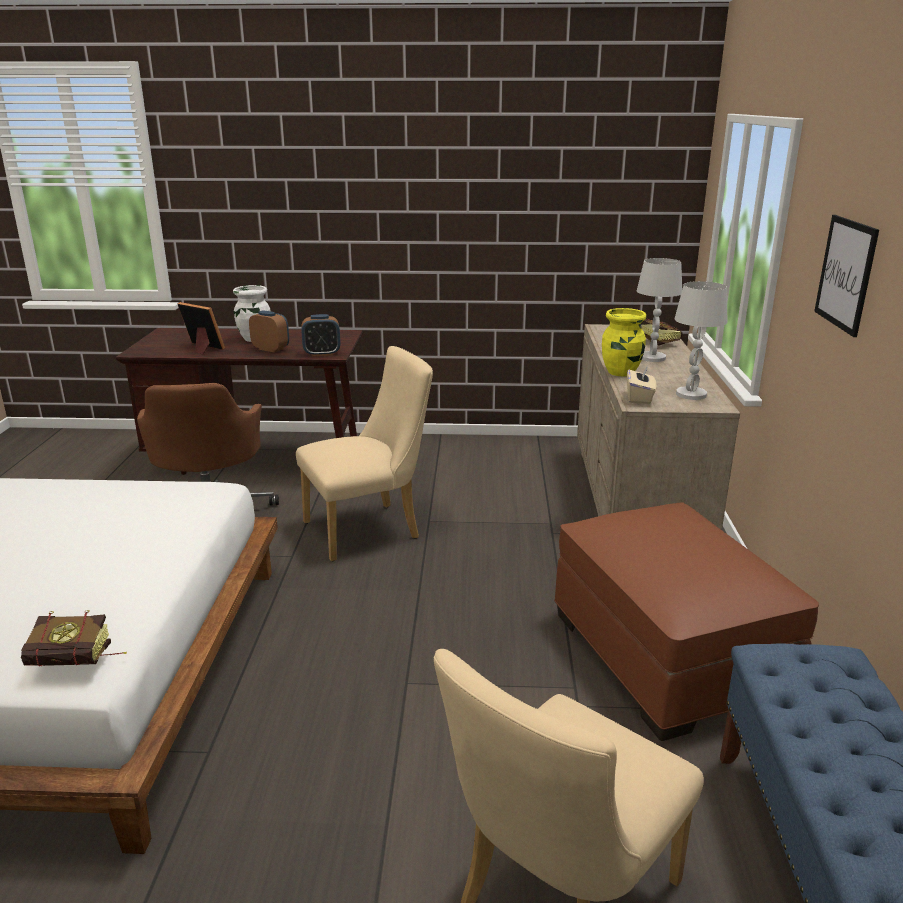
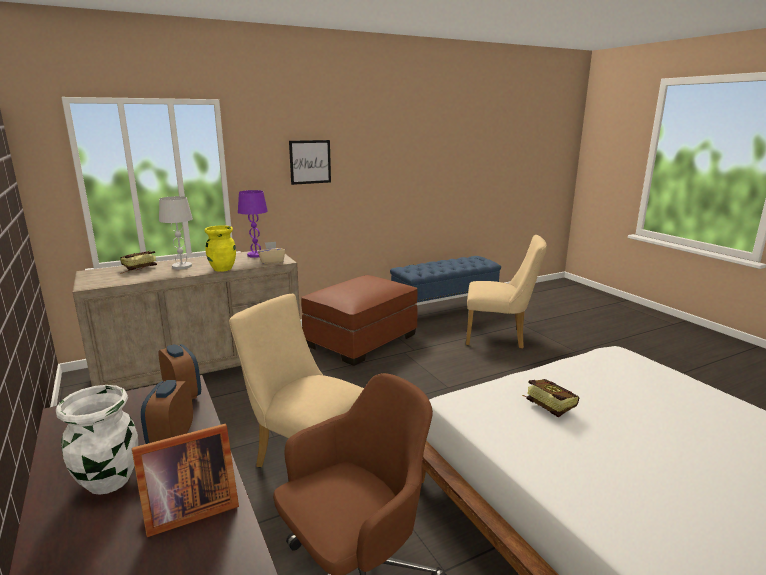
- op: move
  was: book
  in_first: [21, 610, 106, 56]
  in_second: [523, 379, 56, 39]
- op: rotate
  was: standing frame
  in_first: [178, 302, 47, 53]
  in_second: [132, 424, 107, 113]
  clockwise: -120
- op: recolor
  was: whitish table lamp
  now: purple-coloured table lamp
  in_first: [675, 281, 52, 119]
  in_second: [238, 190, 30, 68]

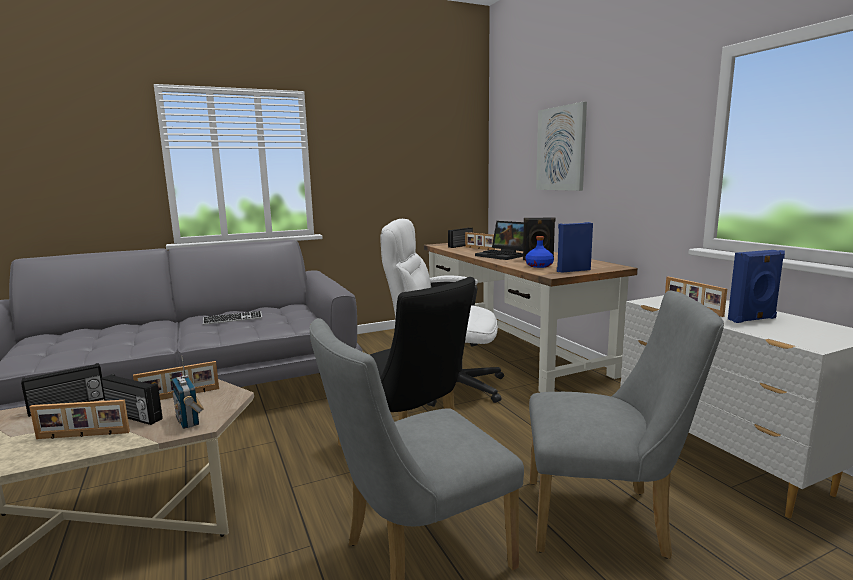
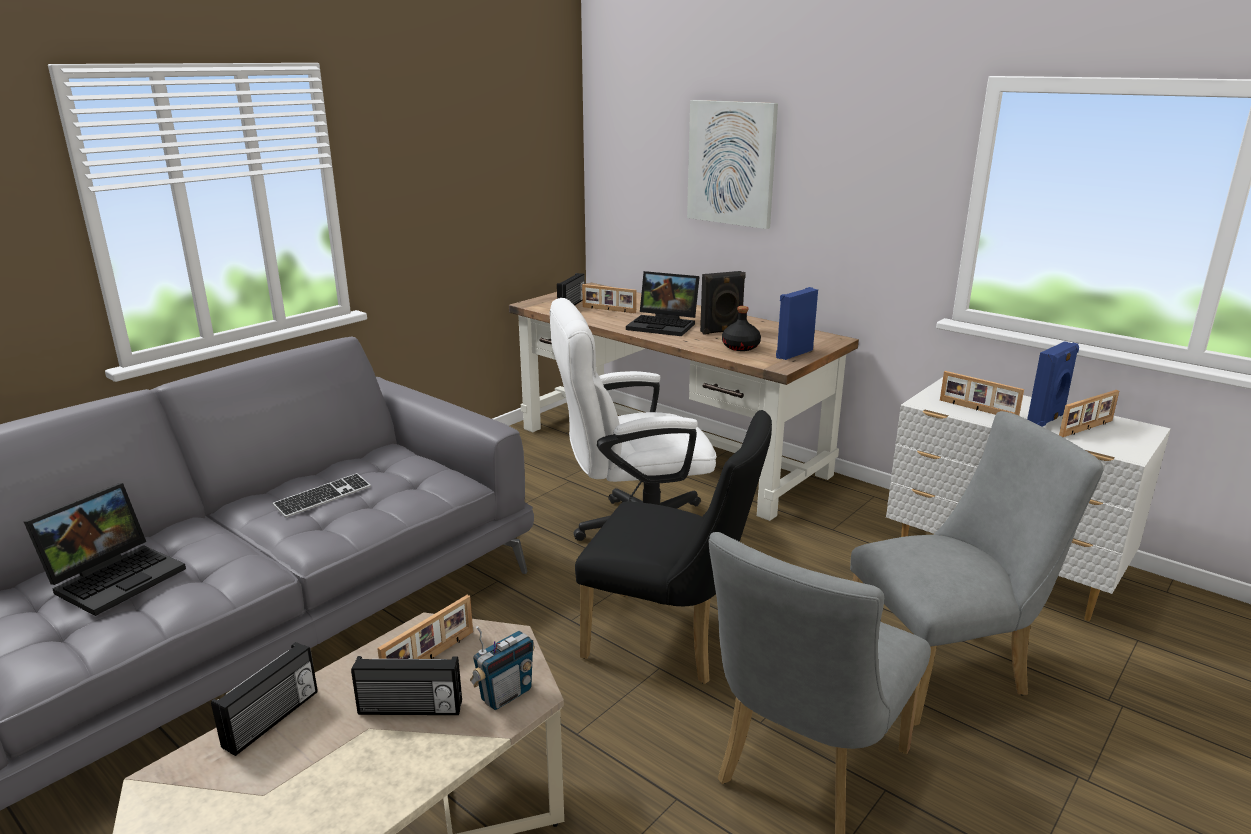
- op: move
  was: standing frame
  in_first: [30, 400, 100, 39]
  in_second: [1059, 390, 60, 47]
- op: rotate
  was: radio
  in_first: [172, 355, 32, 74]
  in_second: [470, 626, 65, 84]
  clockwise: -75
- op: recolor
  was: blue-coloured beverage bottle
  now: black-coloured beverage bottle
  in_first: [525, 236, 29, 32]
  in_second: [722, 306, 39, 45]
- op: insert
  now: laptop
  in_second: [24, 483, 162, 133]

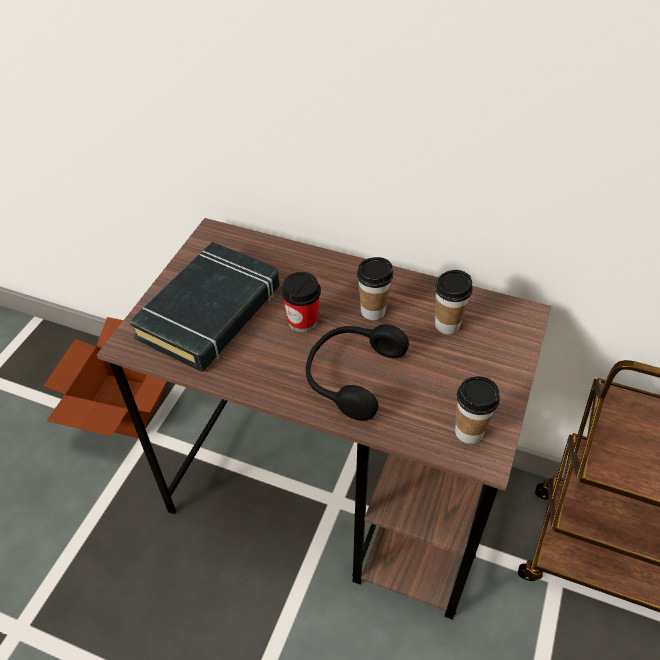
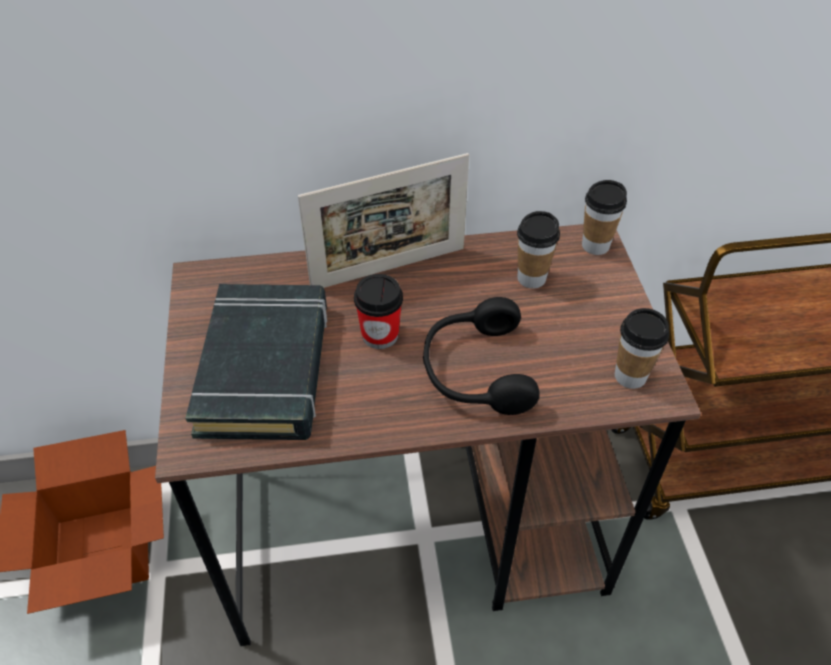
- op: move
  was: drinking cup
  in_first: [357, 257, 36, 63]
  in_second: [582, 180, 45, 75]
- op: insert
  now: standing frame
  in_second: [298, 153, 171, 135]

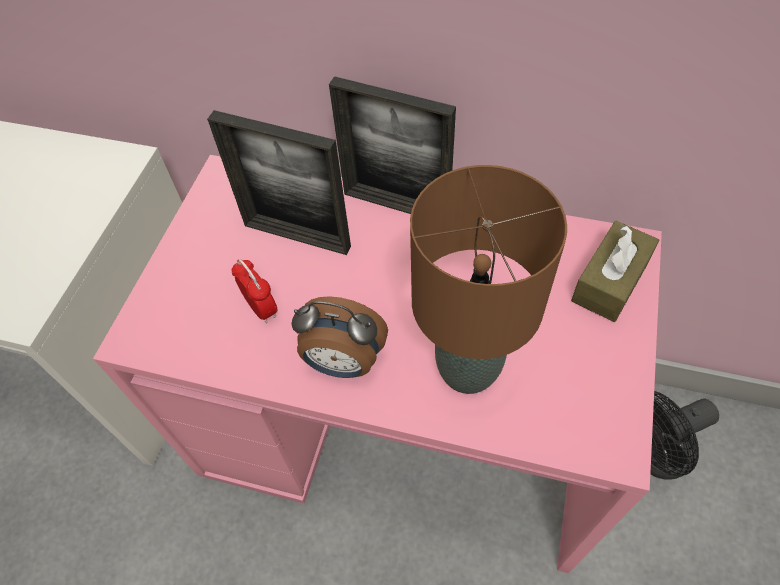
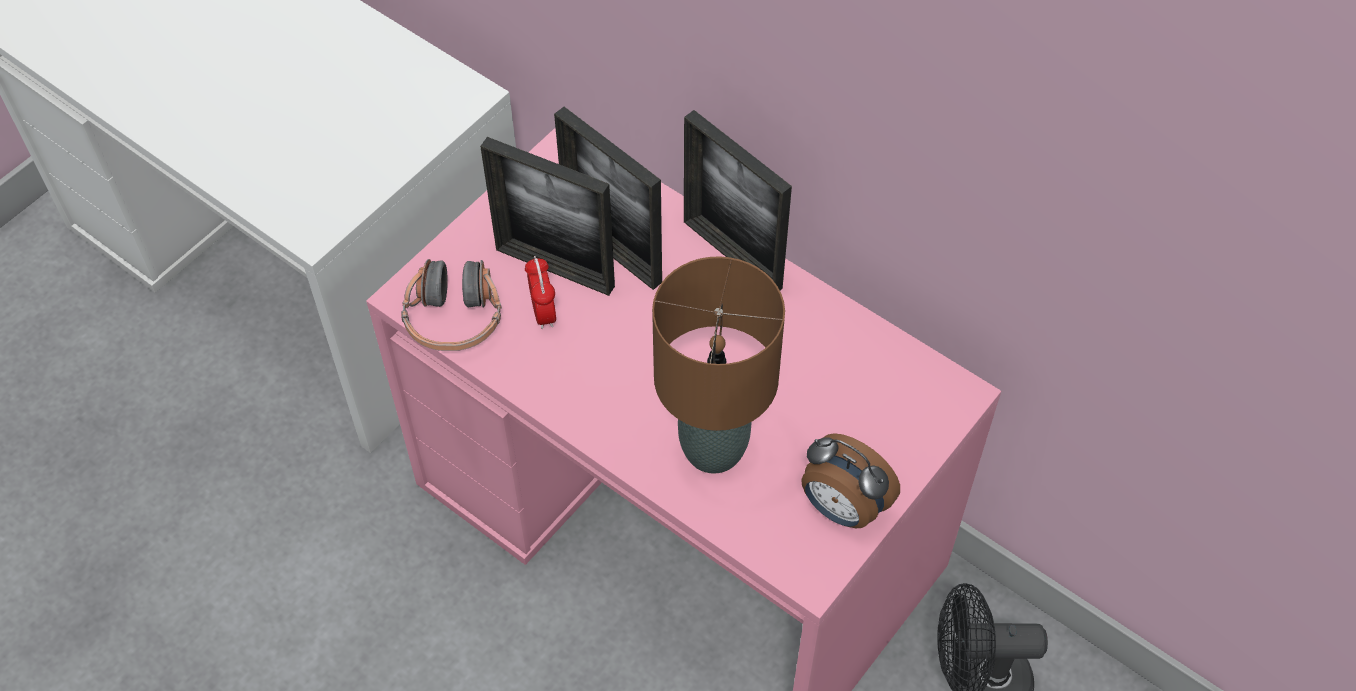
- op: move
  was: bedside clock
  in_first: [291, 296, 97, 82]
  in_second: [801, 433, 99, 95]
- op: delete
  was: brown tissue box
  in_first: [571, 221, 89, 101]
- op: insert
  now: pair of headphones
  in_second: [401, 259, 101, 92]
- op: insert
  now: standing frame
  in_second: [480, 137, 135, 159]

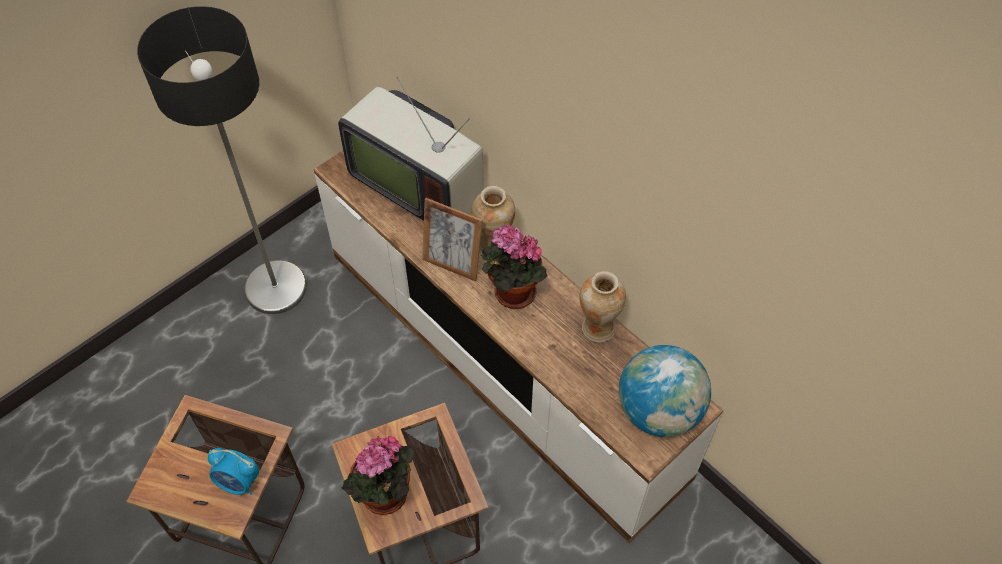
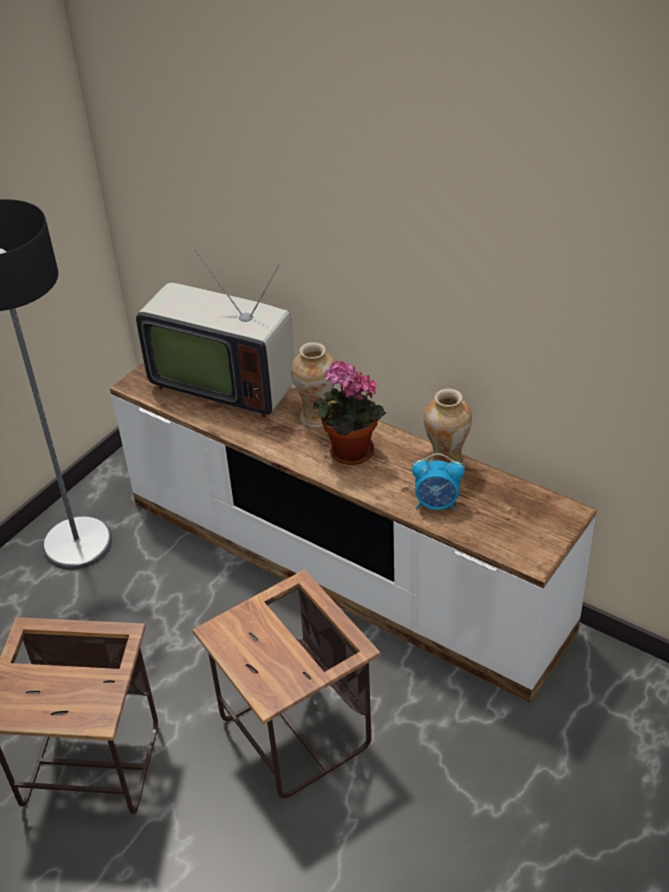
- op: move
  was: bedside clock
  in_first: [208, 448, 51, 47]
  in_second: [412, 453, 52, 58]
- op: delete
  was: plant in a pot
  in_first: [342, 436, 72, 79]
- op: delete
  was: standing frame
  in_first: [422, 198, 61, 83]
- op: delete
  was: desk globe
  in_first: [619, 345, 92, 92]

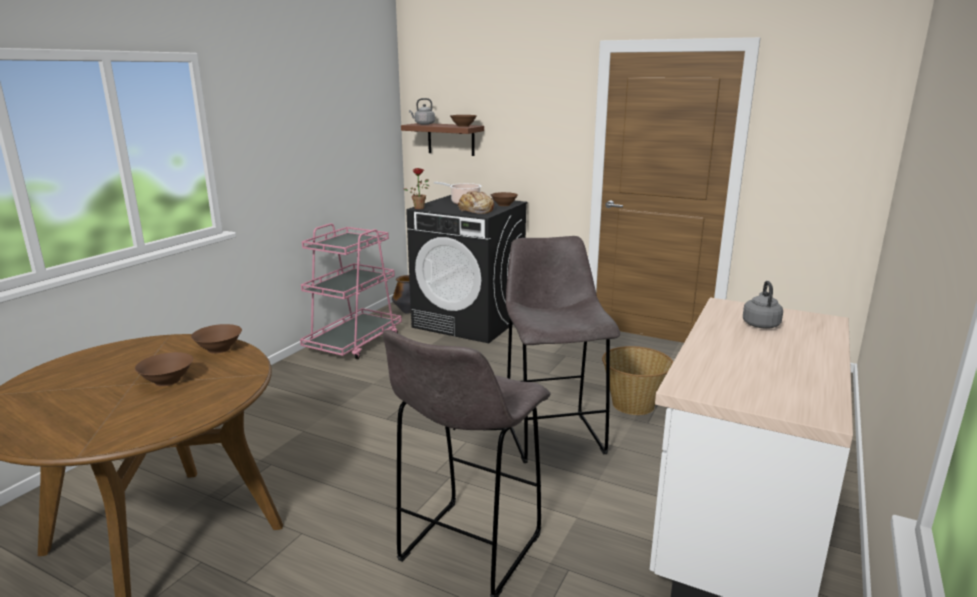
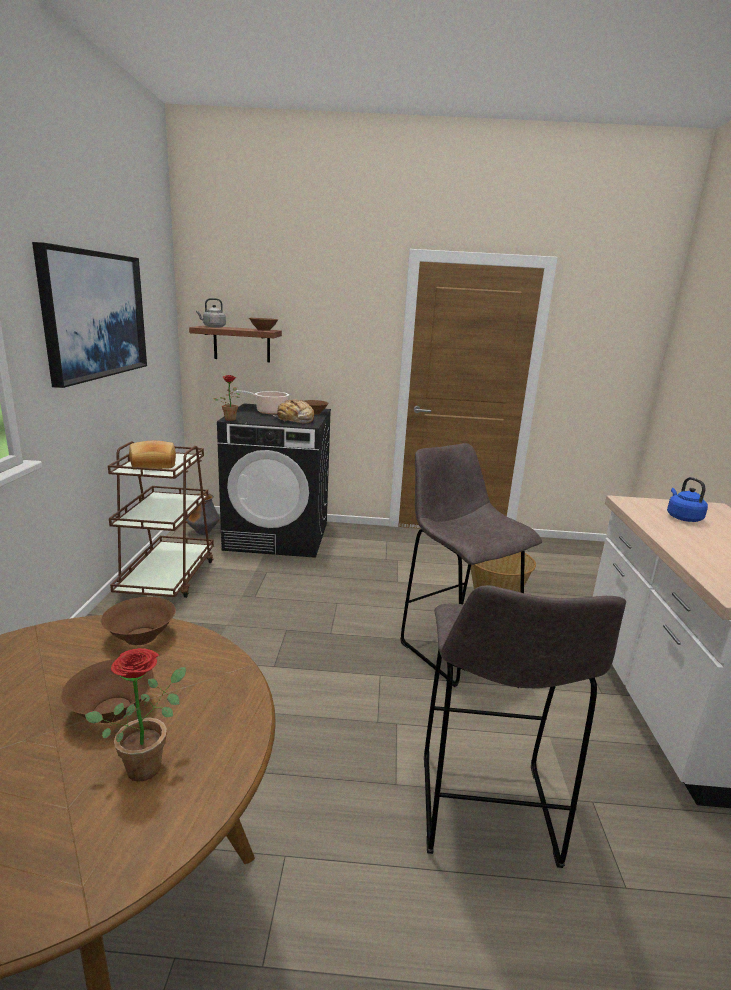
- op: recolor
  was: pinkish cart
  now: brown cart
  in_first: [300, 223, 102, 136]
  in_second: [108, 441, 106, 157]
- op: recolor
  was: greyish kettle
  now: blue-coloured kettle
  in_first: [743, 281, 40, 48]
  in_second: [667, 477, 41, 45]
- op: insert
  now: picture
  in_second: [32, 242, 115, 146]
- op: insert
  now: plant in a pot
  in_second: [85, 648, 101, 134]
- op: insert
  now: bakery bread
  in_second: [129, 441, 47, 28]

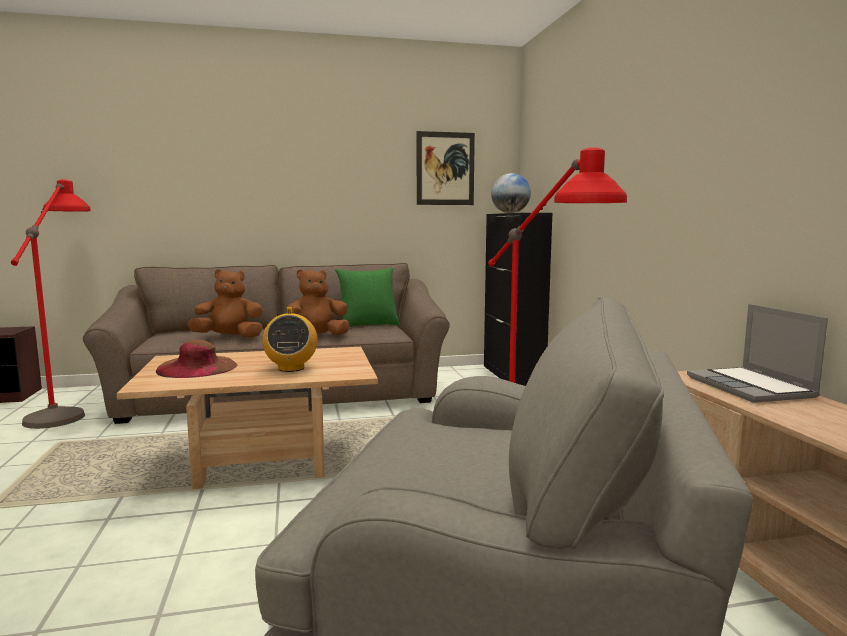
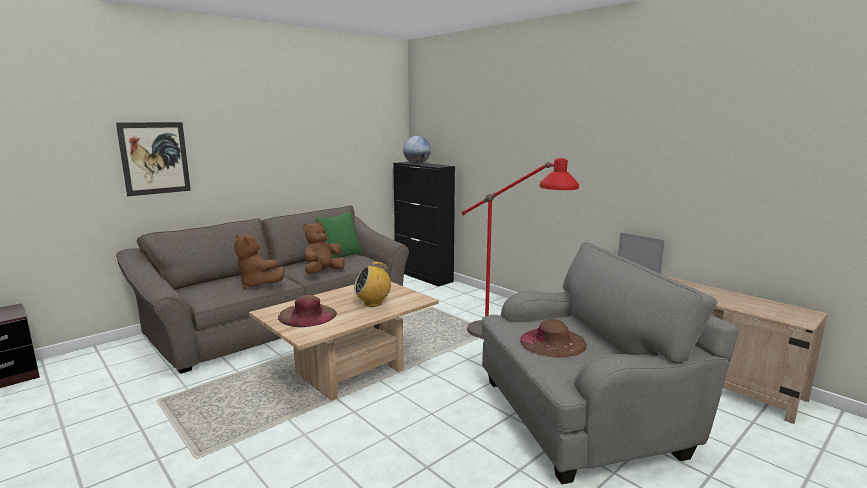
- op: delete
  was: red-coloured standing lamp
  in_first: [11, 180, 80, 249]
- op: rotate
  was: brown cuddly toy
  in_first: [187, 269, 76, 69]
  in_second: [235, 235, 49, 54]
  clockwise: -105
- op: rotate
  was: radio
  in_first: [262, 307, 56, 65]
  in_second: [354, 262, 37, 45]
  clockwise: 105
- op: move
  was: picture
  in_first: [417, 131, 58, 74]
  in_second: [116, 122, 75, 74]
- op: insert
  now: brown clothing hat
  in_second: [520, 319, 67, 39]

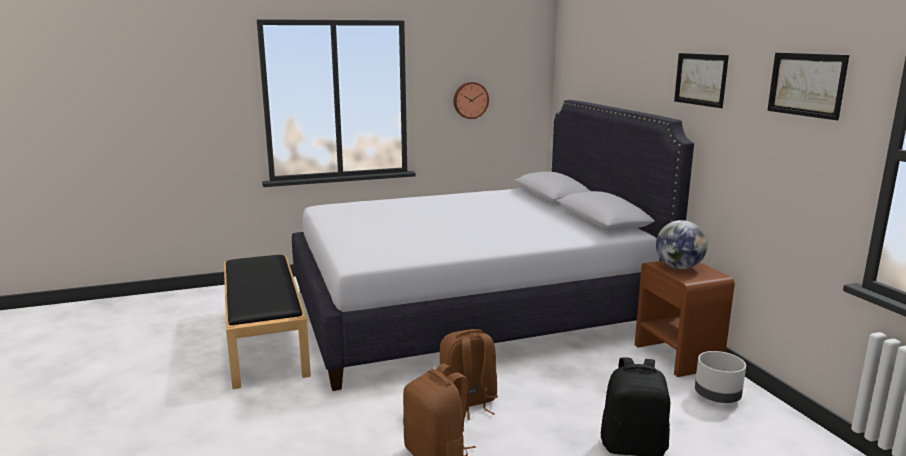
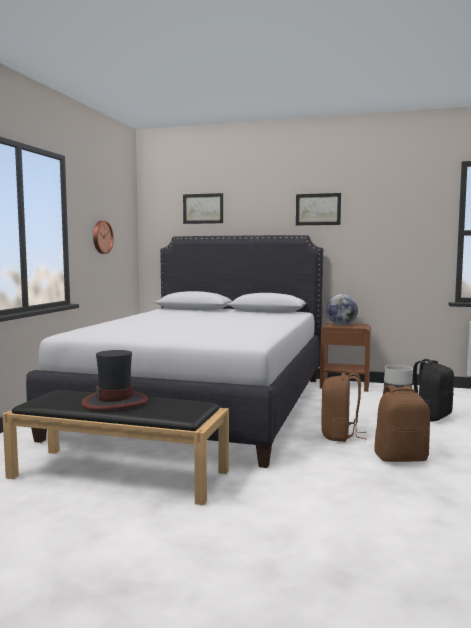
- op: move
  was: picture
  in_first: [767, 53, 82, 67]
  in_second: [183, 193, 40, 31]
- op: insert
  now: clothing hat
  in_second: [81, 350, 68, 60]

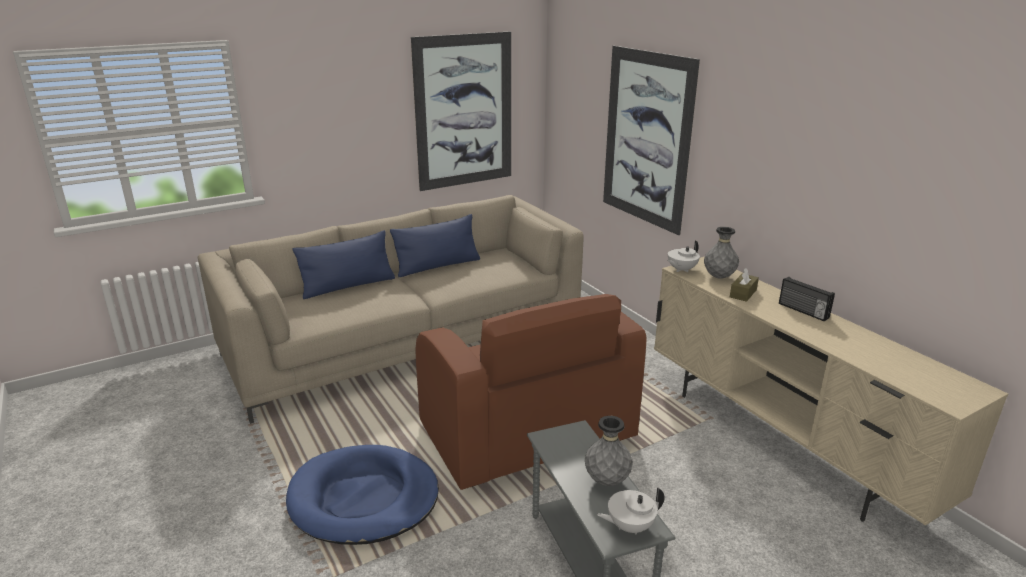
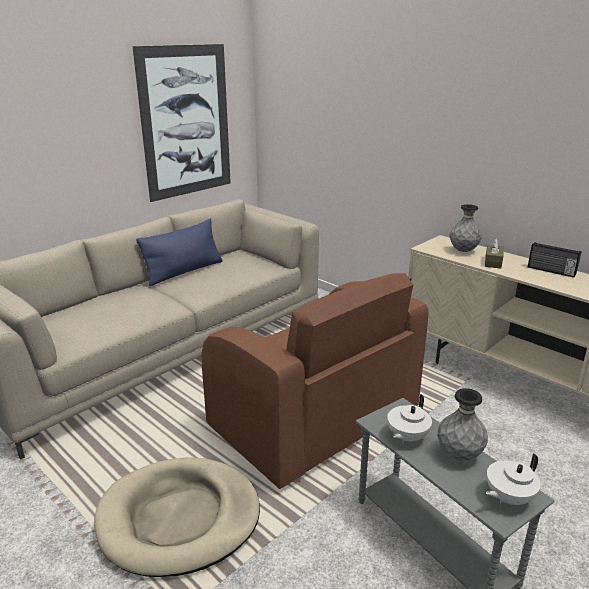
- op: recolor
  was: blue-coloured pet bed
  now: beige-coloured pet bed
  in_first: [286, 445, 153, 100]
  in_second: [94, 457, 166, 120]
- op: delete
  was: blue-coloured cushion
  in_first: [293, 230, 102, 69]
- op: delete
  was: picture
  in_first: [603, 46, 97, 189]
- op: move
  was: whitish pot for tea
  in_first: [667, 240, 33, 32]
  in_second: [387, 394, 45, 50]

